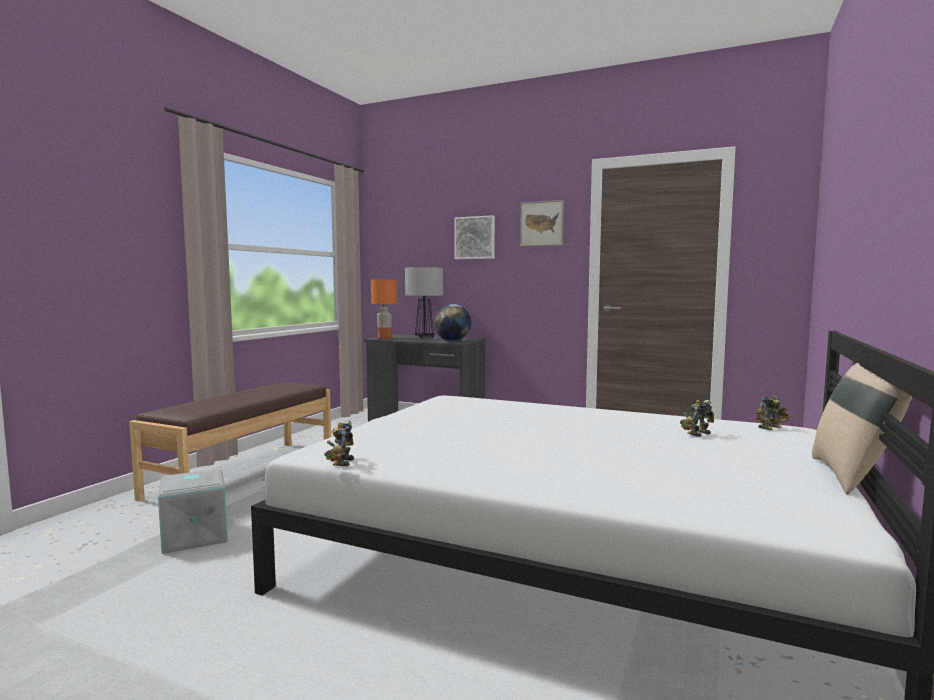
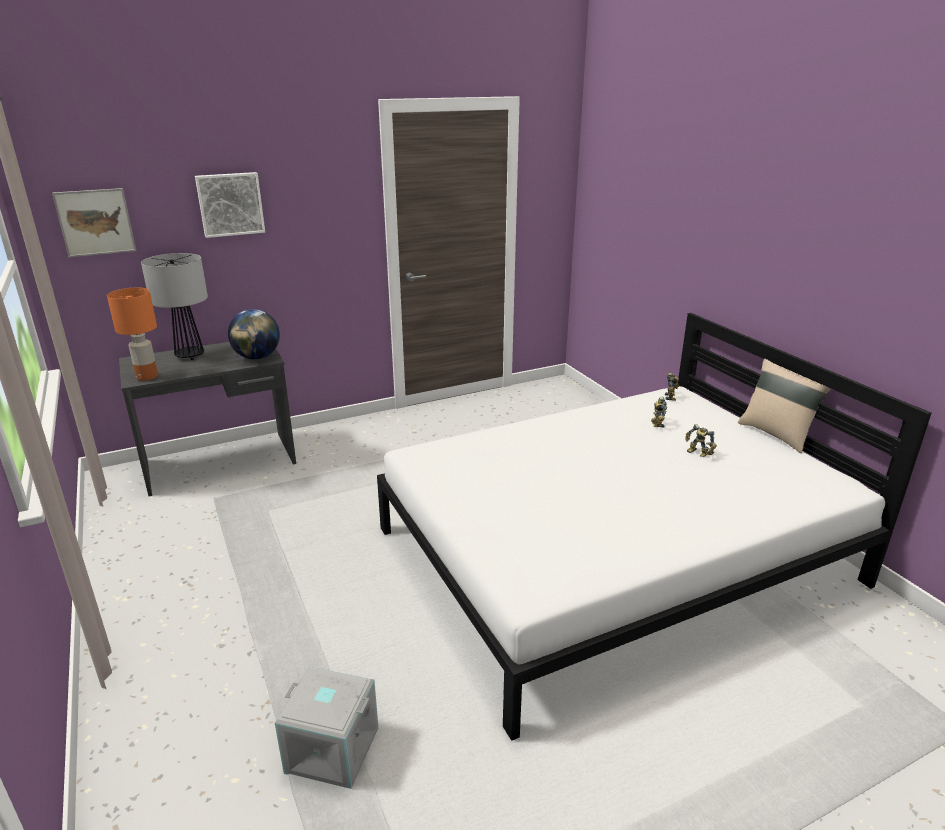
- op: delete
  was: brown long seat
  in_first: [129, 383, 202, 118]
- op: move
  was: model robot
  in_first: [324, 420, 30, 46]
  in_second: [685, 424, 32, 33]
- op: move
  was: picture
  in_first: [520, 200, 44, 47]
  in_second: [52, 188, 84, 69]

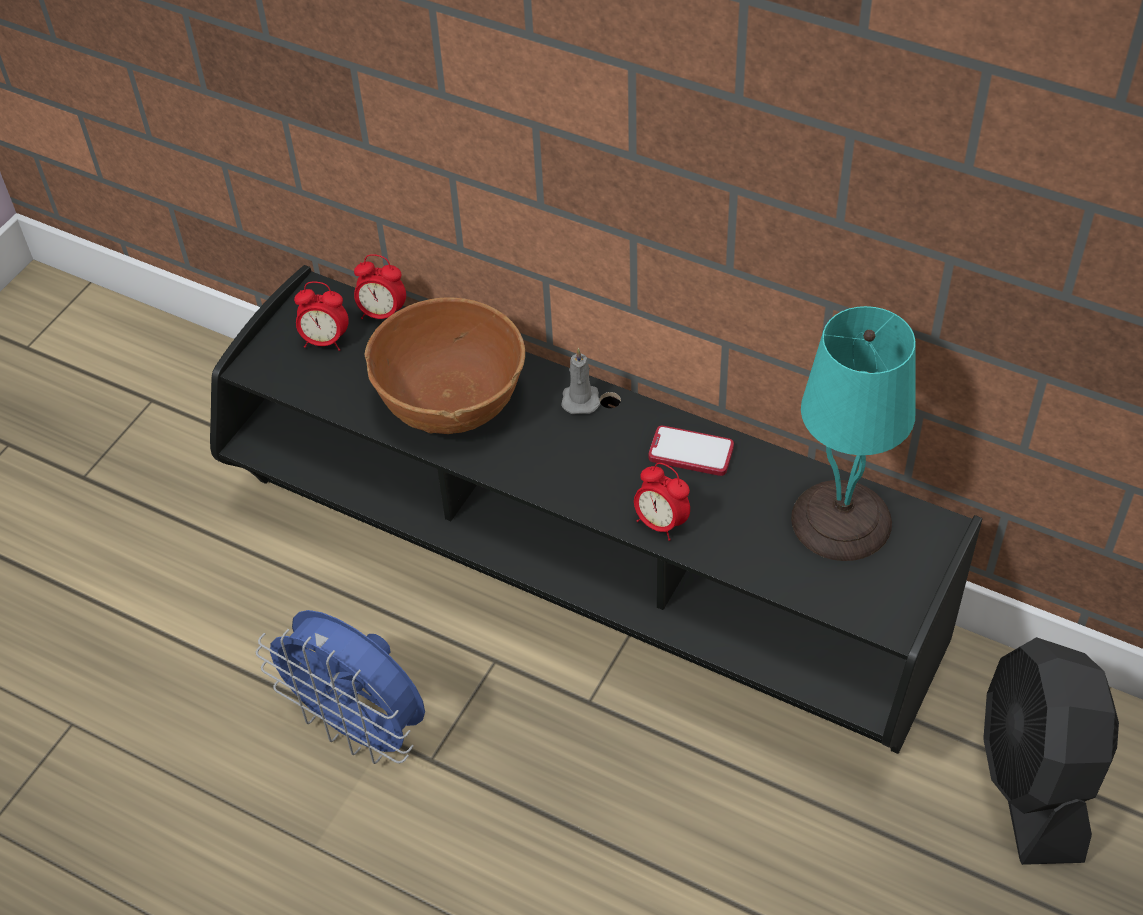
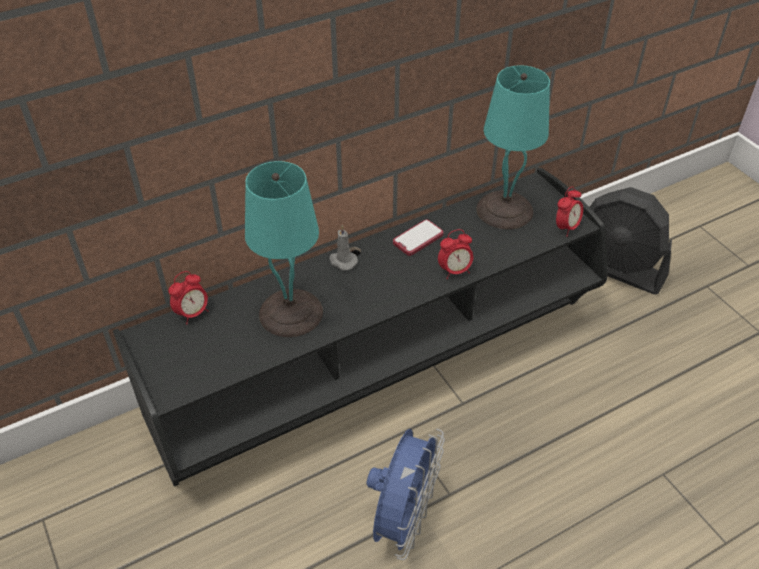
- op: rotate
  was: blue-coloured electric fan
  in_first: [256, 610, 169, 154]
  in_second: [367, 429, 78, 131]
  clockwise: -45
- op: move
  was: bedside clock
  in_first: [294, 282, 55, 69]
  in_second: [556, 186, 27, 51]
- op: replace
  was: brown bowl
  now: turquoise table lamp
  in_first: [364, 297, 161, 137]
  in_second: [245, 161, 78, 176]

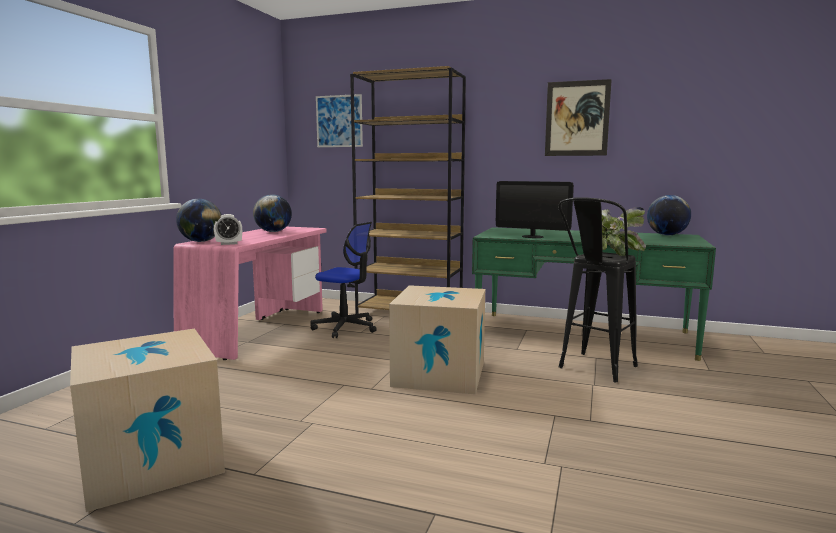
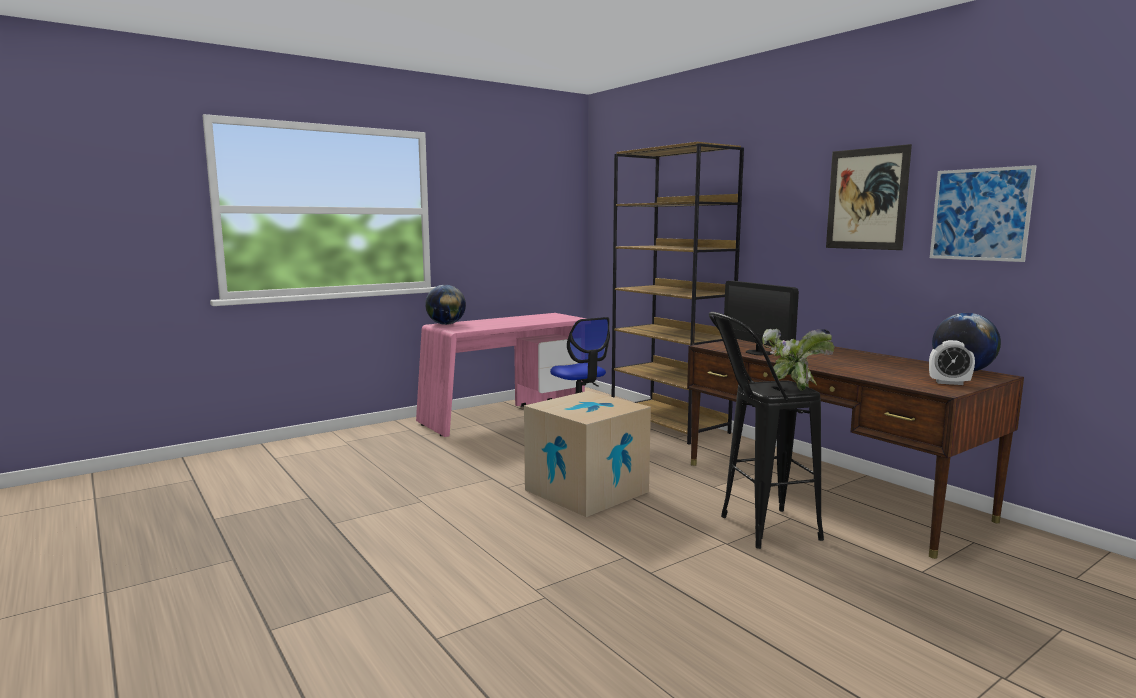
- op: delete
  was: packing box
  in_first: [70, 329, 155, 183]
- op: move
  was: bedside clock
  in_first: [214, 214, 28, 31]
  in_second: [929, 340, 46, 45]
- op: delete
  was: desk globe
  in_first: [253, 194, 39, 38]
- op: move
  was: picture
  in_first: [316, 94, 47, 53]
  in_second: [930, 165, 107, 97]
- op: recolor
  was: greenish desk
  now: brown desk
  in_first: [472, 227, 244, 134]
  in_second: [687, 339, 337, 220]

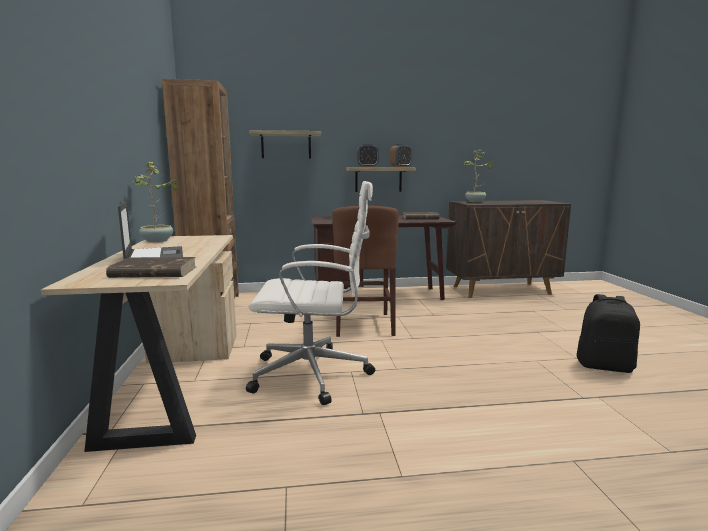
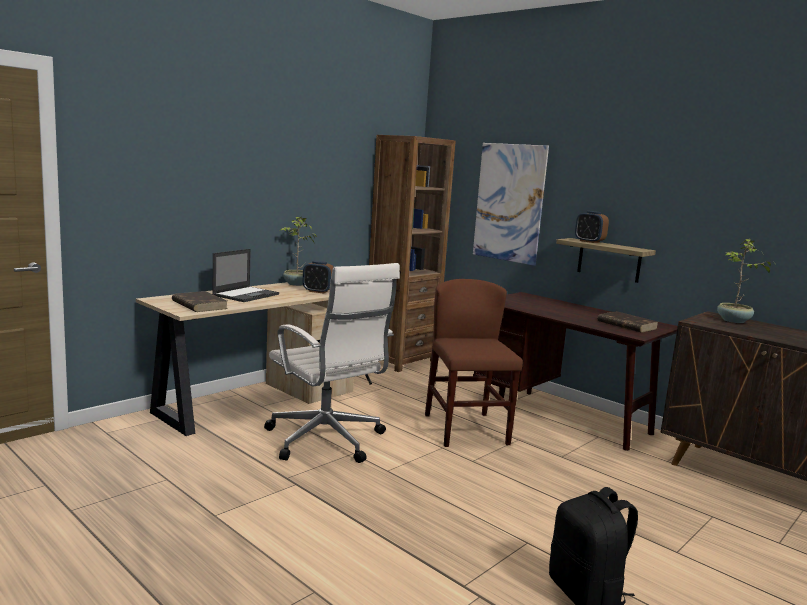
- op: replace
  was: wall shelf
  now: picture
  in_first: [249, 130, 72, 28]
  in_second: [473, 143, 76, 123]
- op: rotate
  was: brown upright chair
  in_first: [333, 206, 66, 131]
  in_second: [425, 279, 98, 168]
  clockwise: 120
- op: move
  was: bedside clock
  in_first: [390, 144, 22, 23]
  in_second: [303, 261, 30, 32]

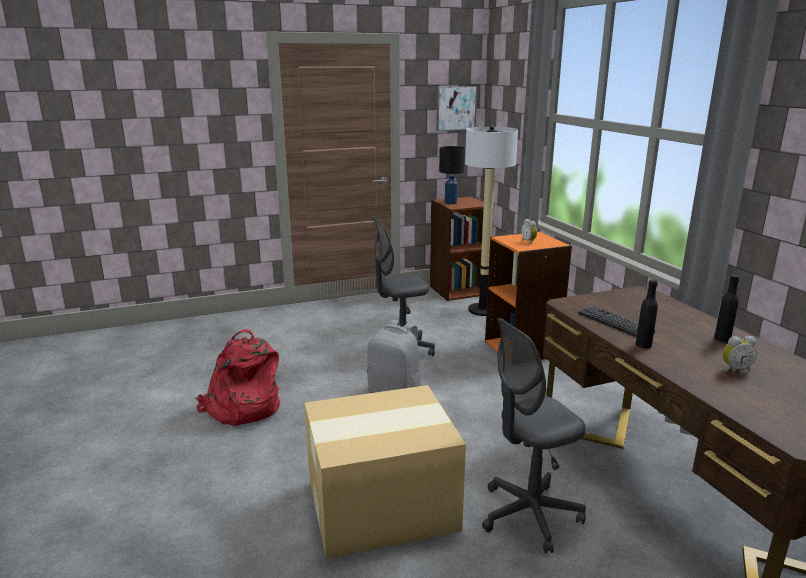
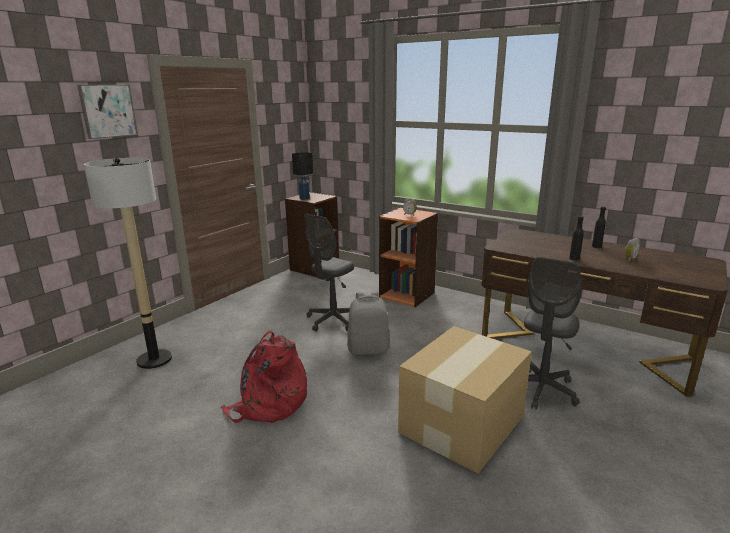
- op: move
  was: picture
  in_first: [436, 86, 41, 45]
  in_second: [77, 85, 61, 54]
- op: move
  was: standing lamp
  in_first: [465, 126, 53, 190]
  in_second: [84, 158, 88, 211]
- op: delete
  was: PC keyboard
  in_first: [579, 306, 76, 31]

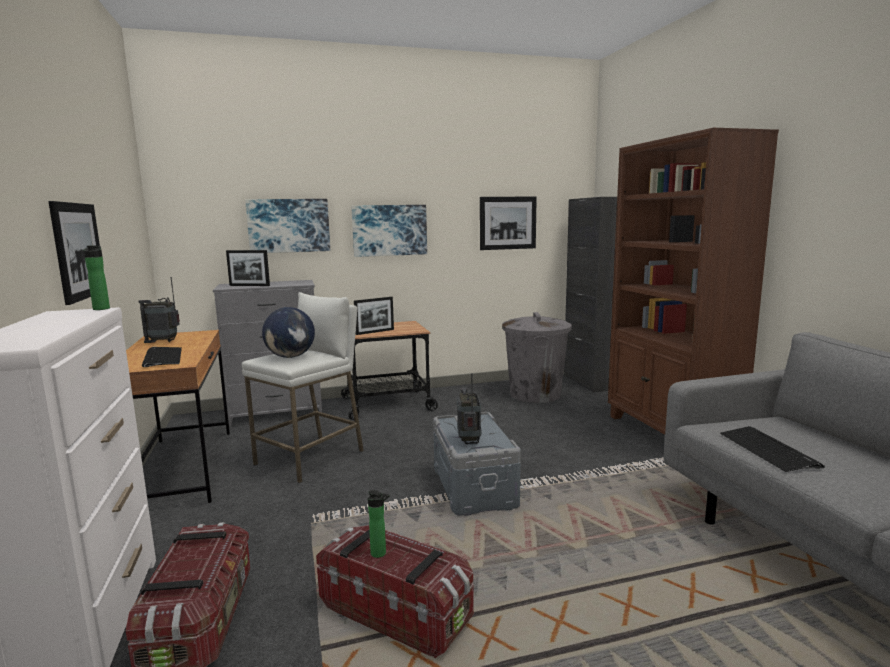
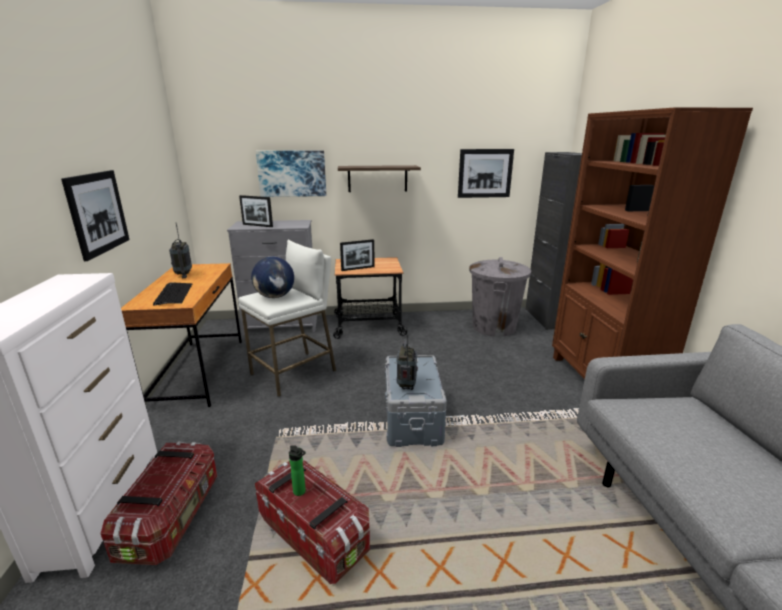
- op: delete
  was: beverage bottle
  in_first: [84, 245, 26, 65]
- op: rotate
  was: radio
  in_first: [139, 277, 41, 66]
  in_second: [169, 223, 23, 55]
  clockwise: -105
- op: replace
  was: picture
  now: wall shelf
  in_first: [351, 205, 76, 52]
  in_second: [338, 165, 83, 27]
- op: delete
  was: PC keyboard
  in_first: [720, 426, 105, 46]

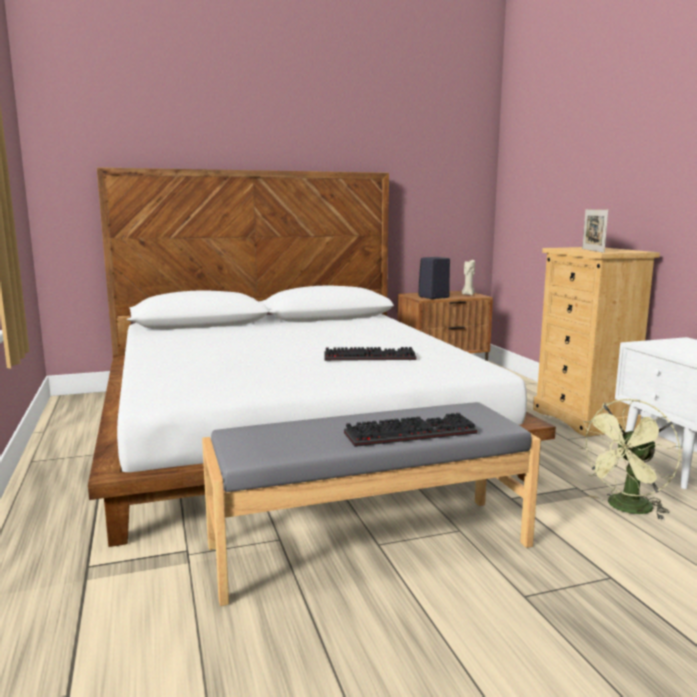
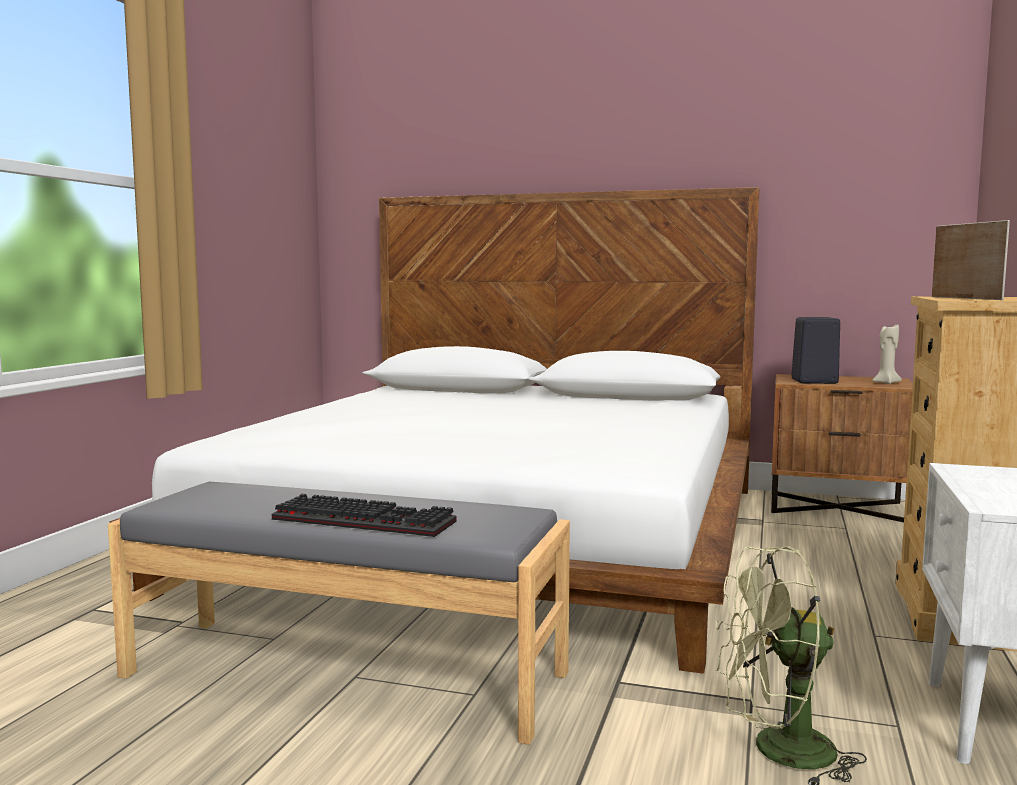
- op: delete
  was: PC keyboard
  in_first: [324, 347, 93, 14]
- op: rotate
  was: standing frame
  in_first: [582, 209, 26, 44]
  in_second: [932, 220, 78, 80]
  clockwise: 135

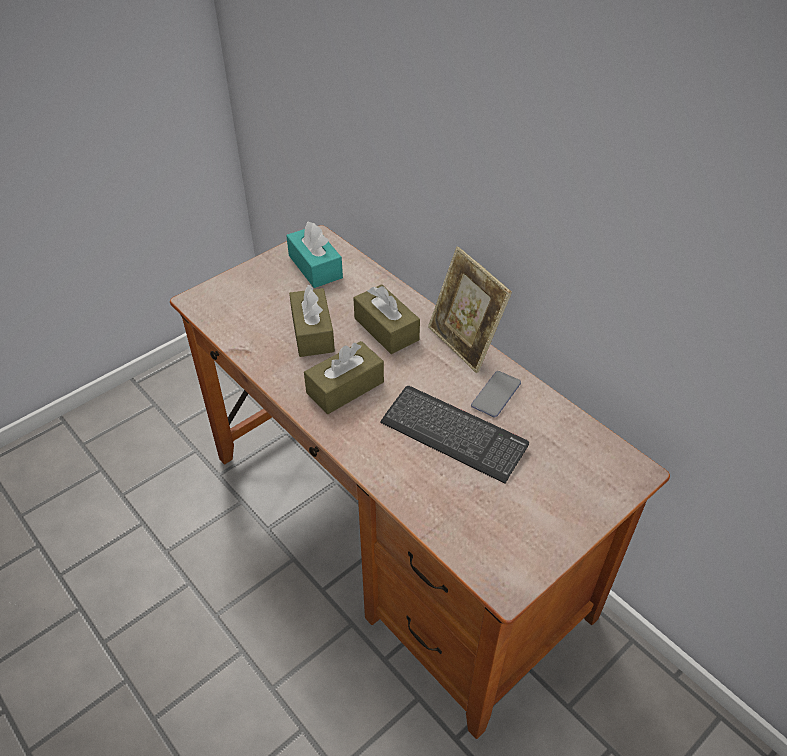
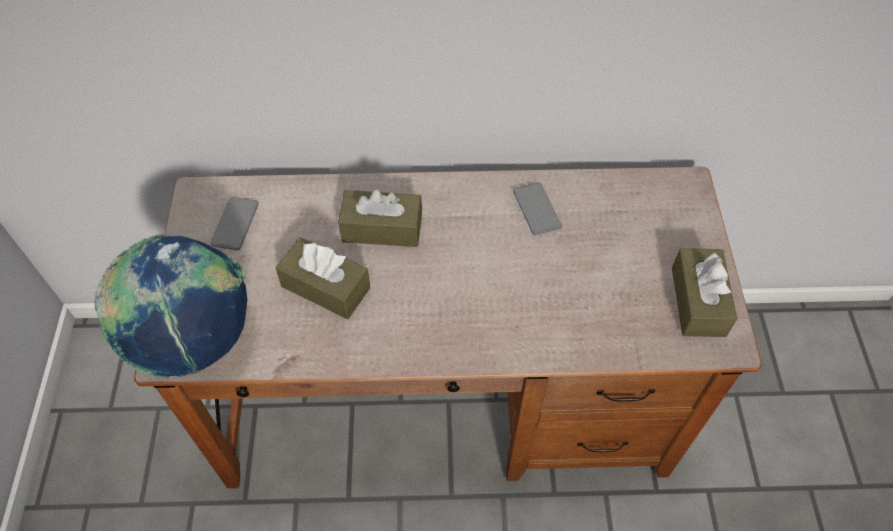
- op: replace
  was: turquoise tissue box
  now: phone
  in_first: [286, 222, 57, 66]
  in_second: [210, 197, 49, 53]
- op: move
  was: brown tissue box
  in_first: [304, 341, 80, 73]
  in_second: [672, 248, 65, 89]
- op: delete
  was: PC keyboard
  in_first: [380, 386, 149, 98]
- op: delete
  was: standing frame
  in_first: [428, 247, 84, 126]
- op: insert
  now: desk globe
  in_second: [95, 234, 152, 144]

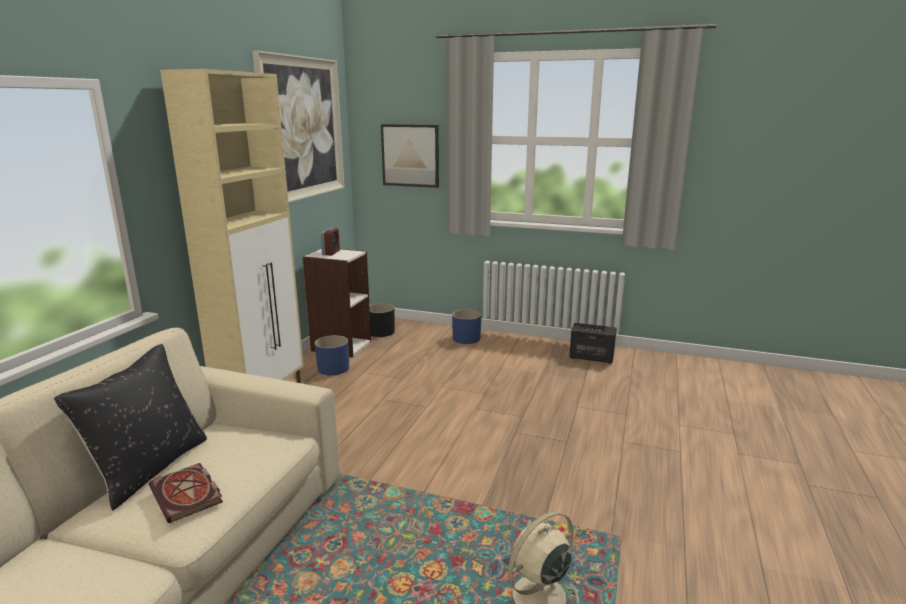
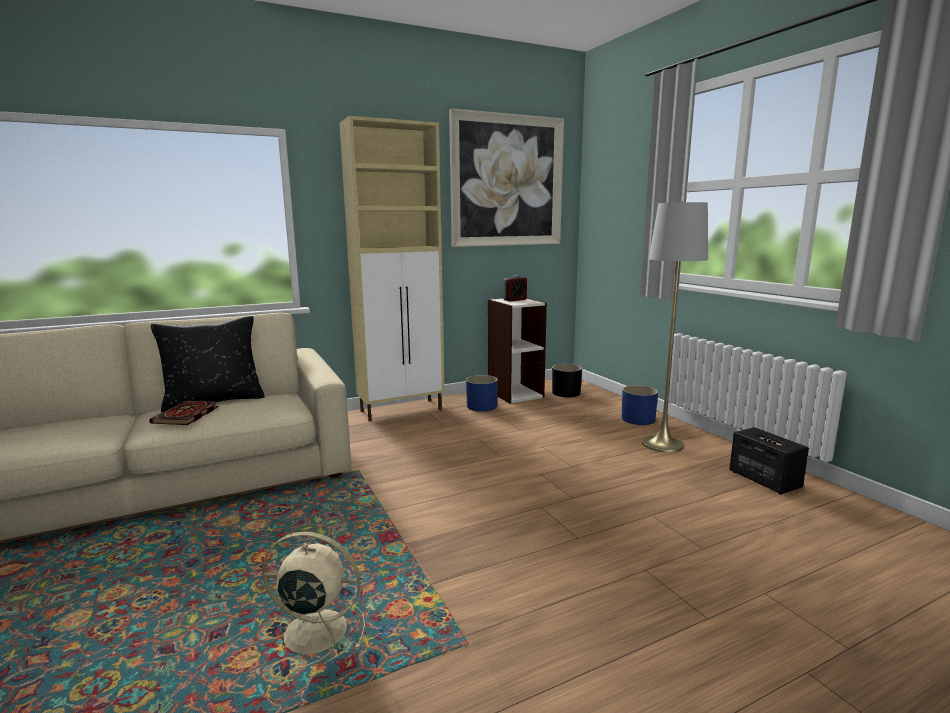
- op: delete
  was: picture
  in_first: [381, 124, 58, 64]
- op: insert
  now: greyish standing lamp
  in_second: [642, 201, 66, 252]

